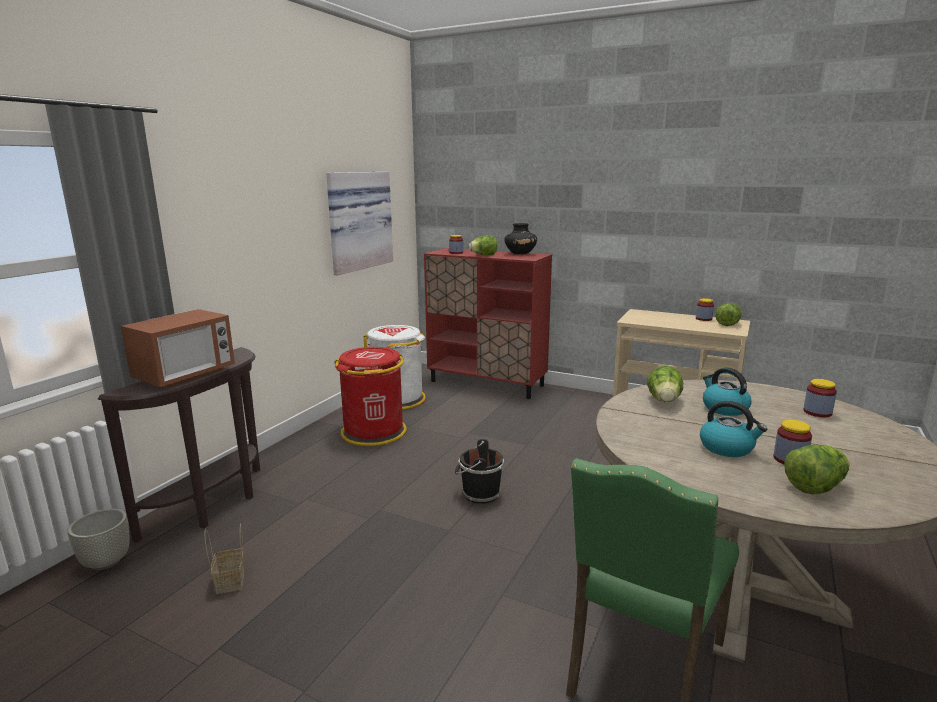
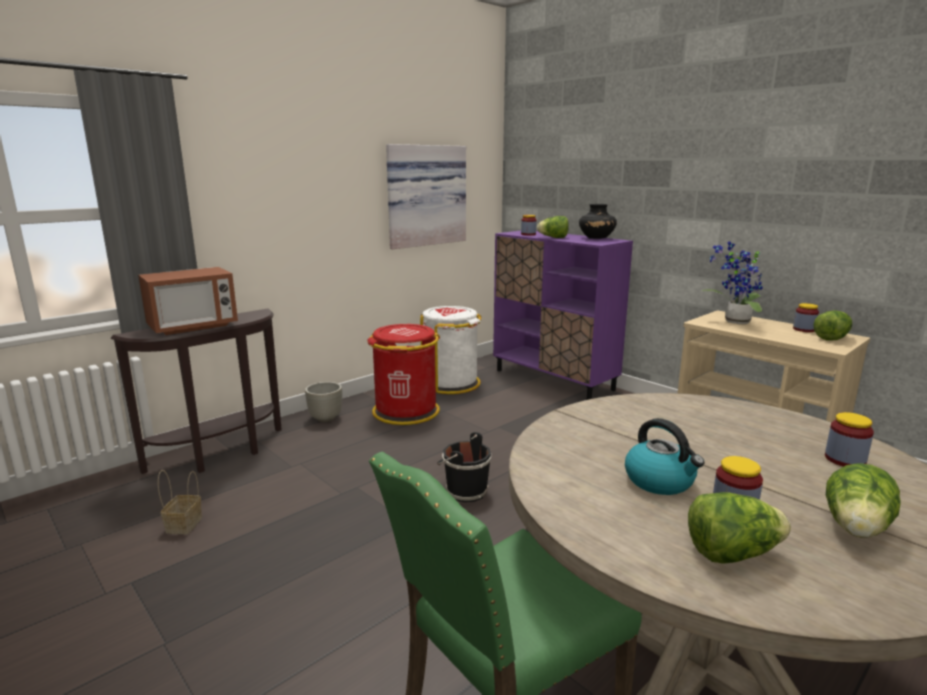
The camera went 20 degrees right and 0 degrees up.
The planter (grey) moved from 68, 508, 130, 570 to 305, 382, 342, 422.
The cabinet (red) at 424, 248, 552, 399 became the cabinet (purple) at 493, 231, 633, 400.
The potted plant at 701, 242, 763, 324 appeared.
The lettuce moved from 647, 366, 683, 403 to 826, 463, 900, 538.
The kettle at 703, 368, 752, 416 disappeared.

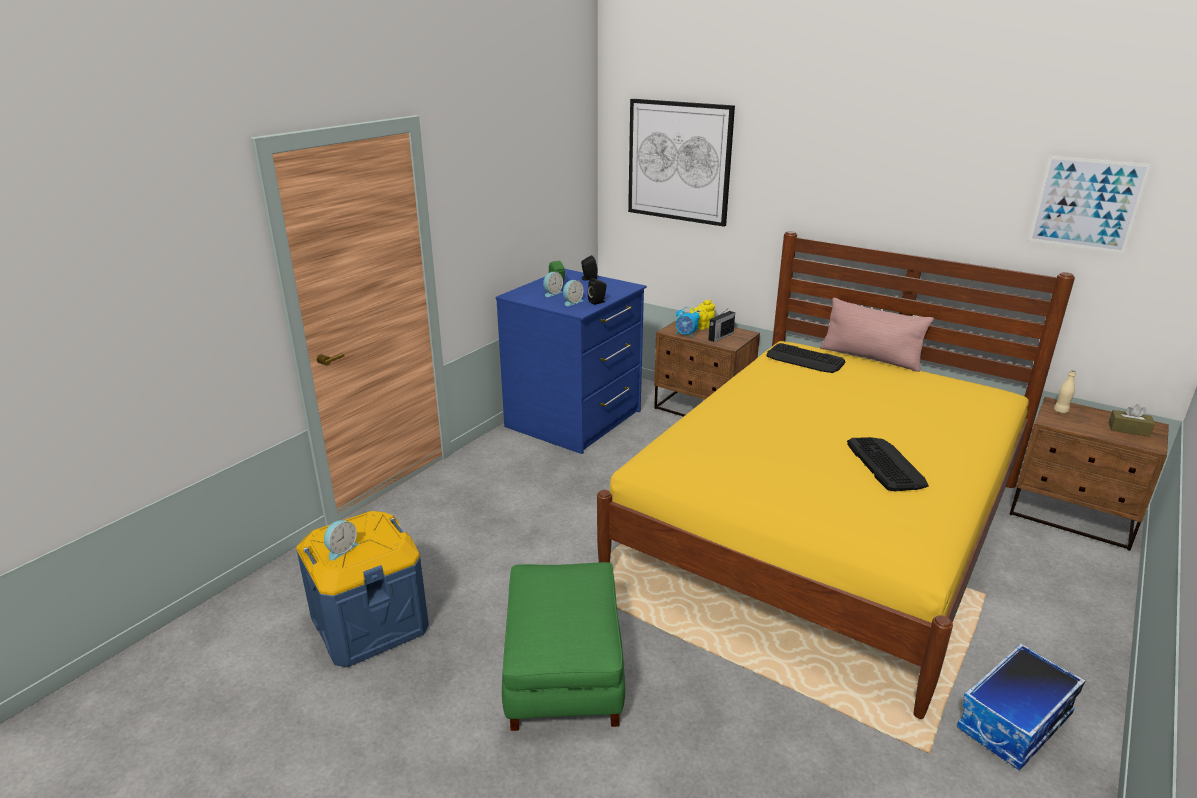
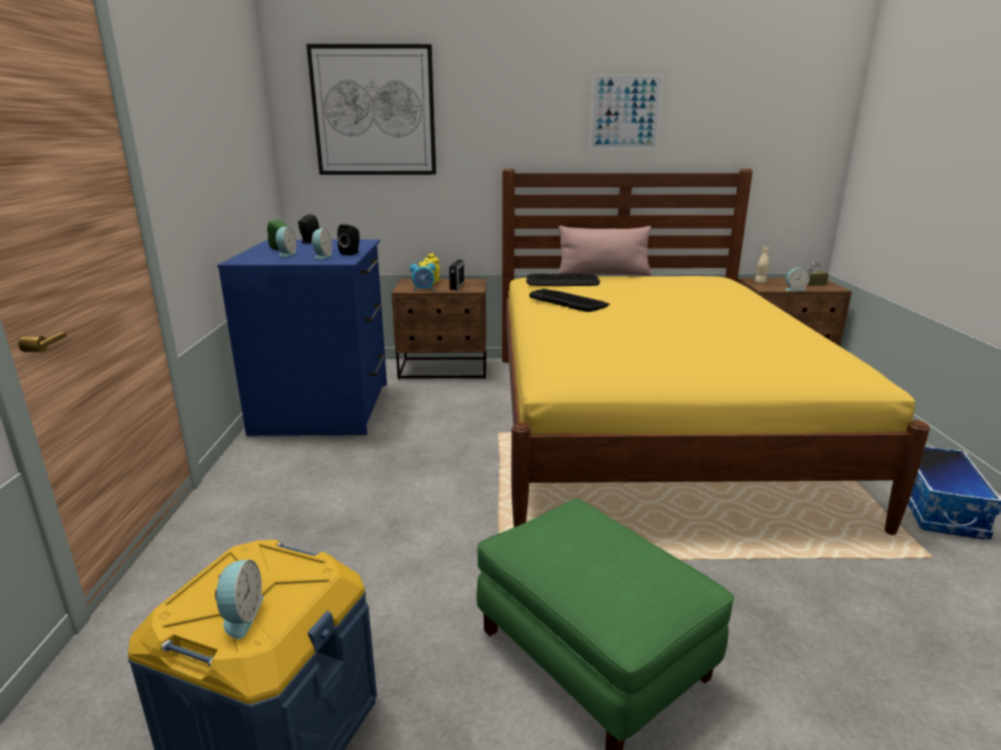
The camera went 35 degrees left and 5 degrees down.
The keyboard moved from 847, 437, 929, 491 to 529, 289, 610, 312.
The picture moved from 1028, 156, 1151, 254 to 589, 74, 664, 150.
The alarm clock at 785, 268, 810, 291 appeared.

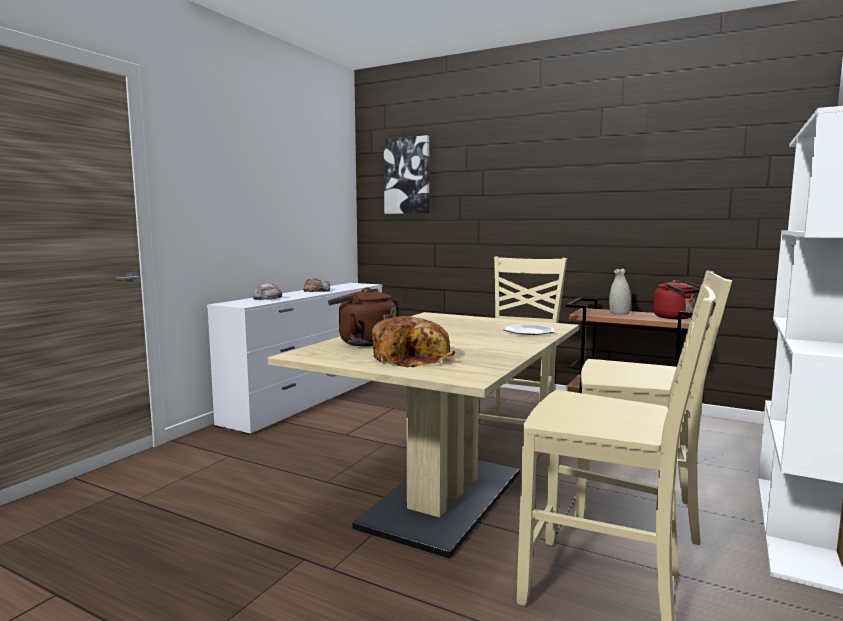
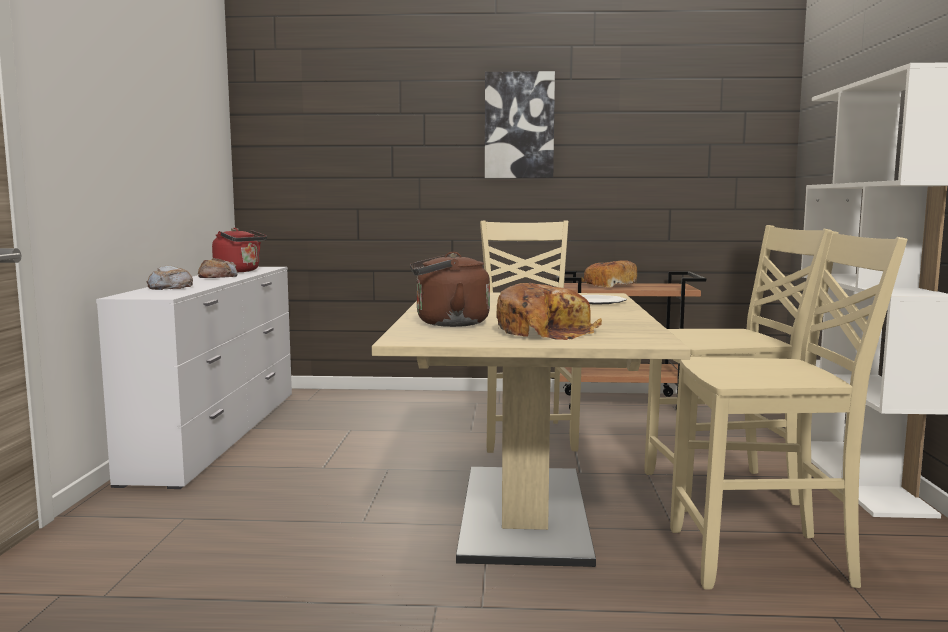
The camera went 25 degrees left and 0 degrees up.
The kettle (red) moved from 653, 280, 701, 319 to 212, 228, 267, 272.
The picture moved from 384, 135, 429, 214 to 485, 71, 555, 178.
The vase (white) at 609, 268, 631, 315 was replaced by the bread at 581, 260, 637, 287.

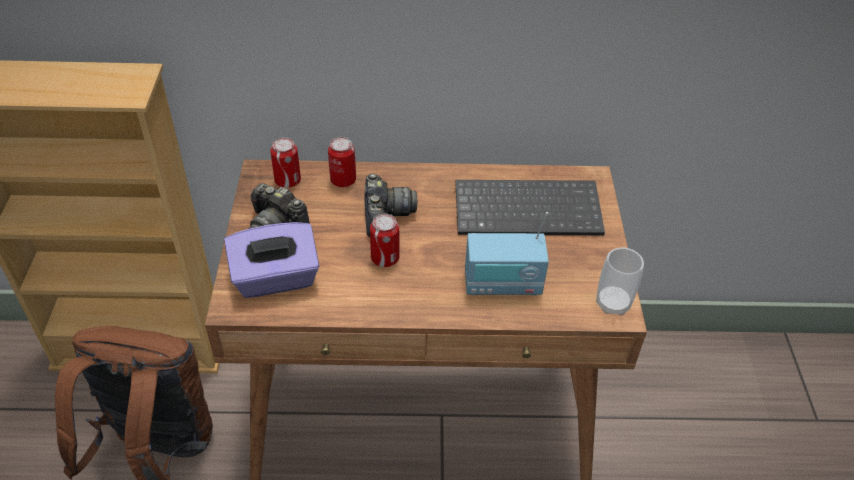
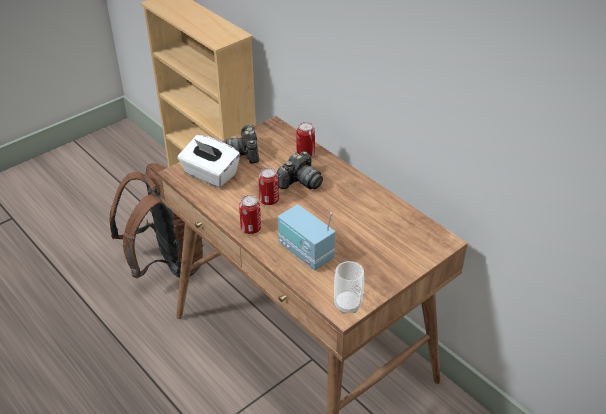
The camera went 50 degrees right and 5 degrees down.
The tissue box (purple) at 224, 222, 320, 298 became the tissue box (white) at 178, 135, 240, 188.
The can moved from 270, 137, 301, 188 to 239, 195, 261, 234.
The keyboard at 455, 180, 605, 235 disappeared.

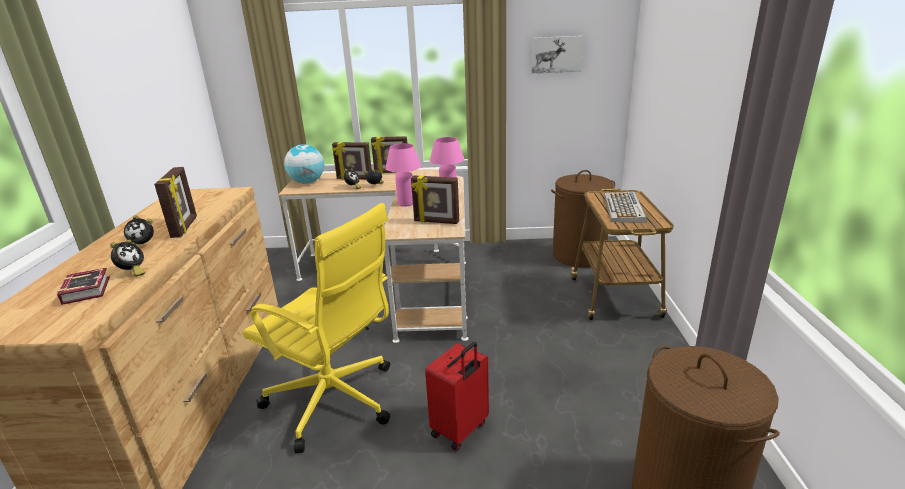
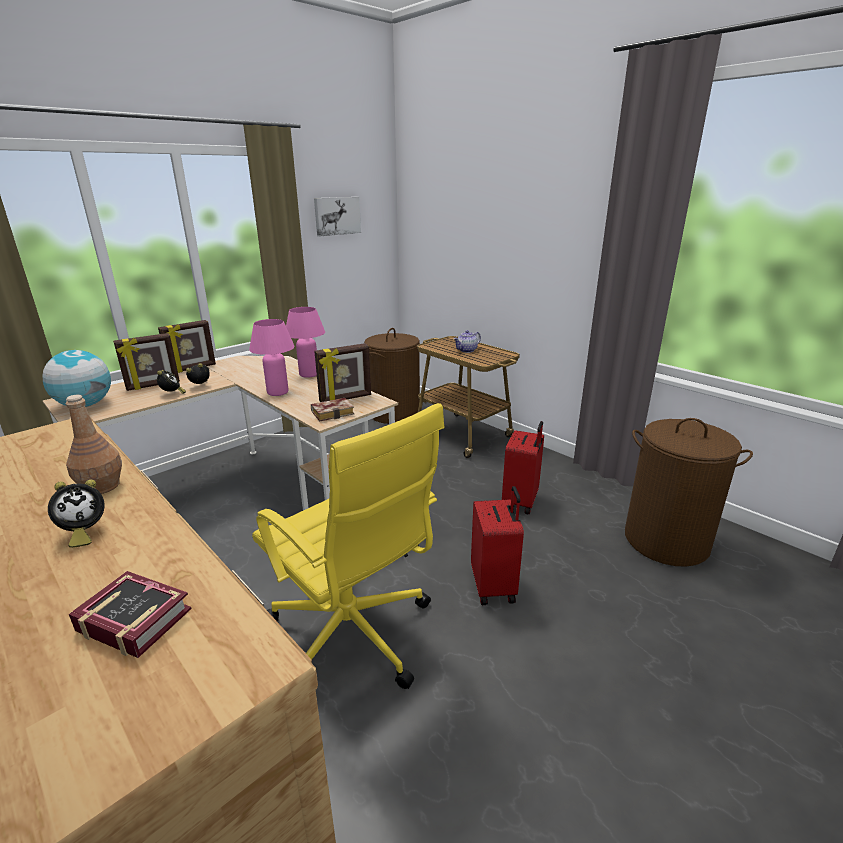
The camera went 45 degrees left and 0 degrees up.
The picture frame at 154, 167, 197, 238 was replaced by the bottle (brown) at 66, 395, 122, 494.
The office chair (yellow) at 242, 203, 390, 453 turned 60 degrees clockwise.
The book at 311, 398, 354, 421 appeared.
The keyboard at 604, 192, 647, 223 was replaced by the teapot at 454, 330, 481, 353.
The suitcase (red) at 502, 421, 544, 514 appeared.
The alarm clock at 110, 240, 146, 277 disappeared.

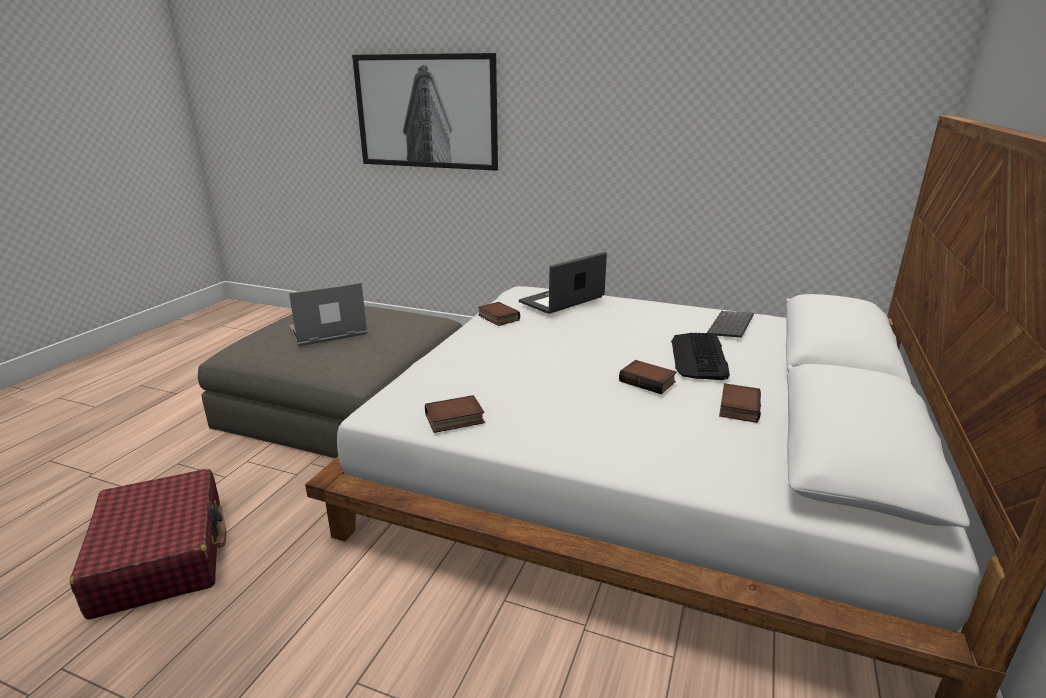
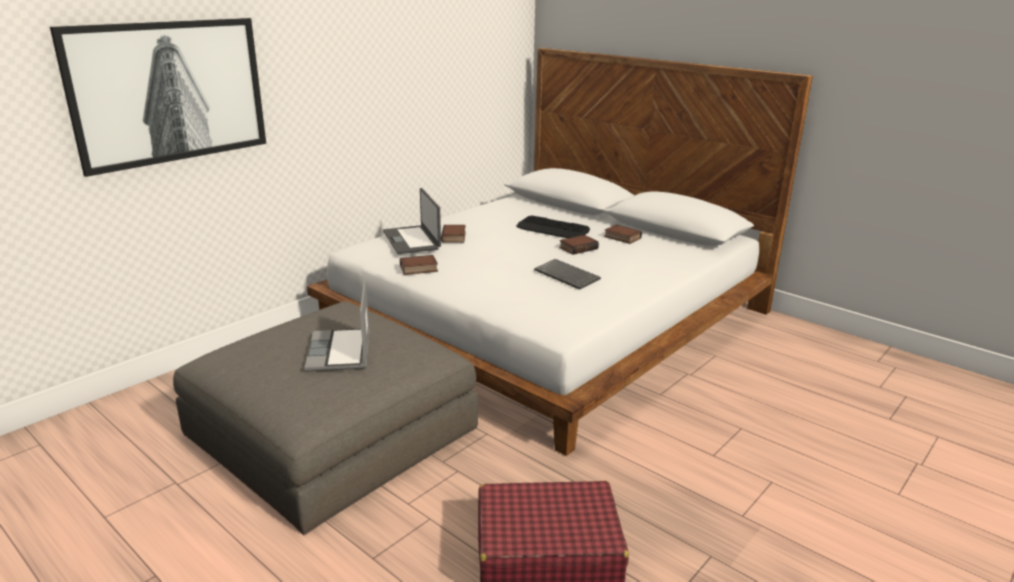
The camera went 70 degrees left and 0 degrees up.
The book moved from 425, 395, 485, 433 to 441, 225, 466, 243.
The keyboard moved from 707, 311, 754, 338 to 534, 259, 601, 290.

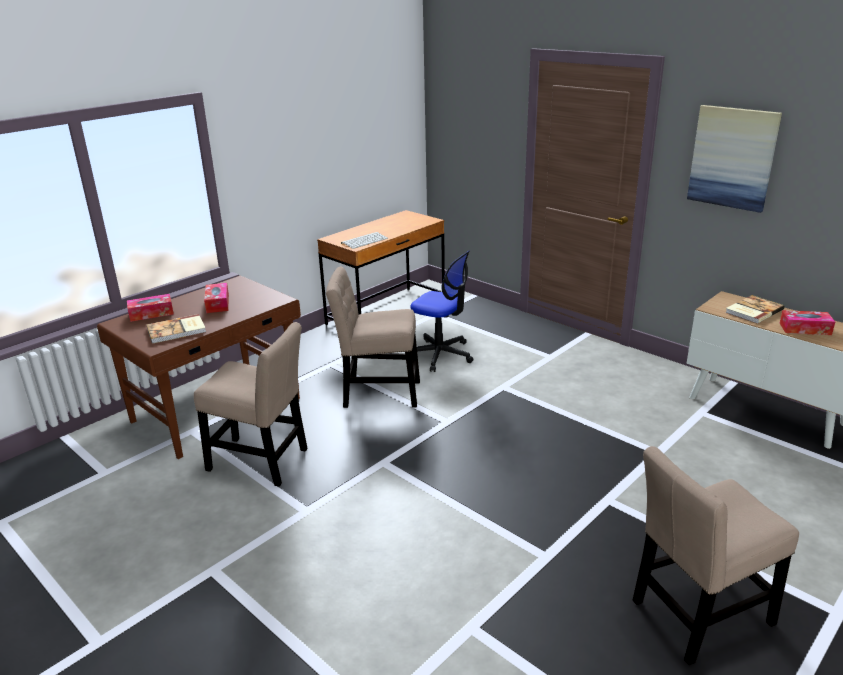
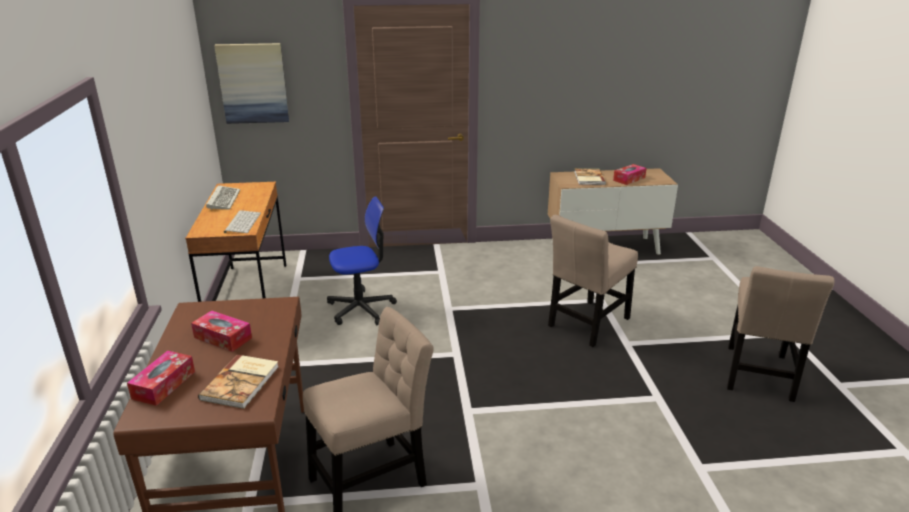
The camera went 50 degrees left and 0 degrees up.
The keyboard at 206, 185, 240, 210 appeared.
The picture moved from 687, 105, 782, 213 to 214, 43, 289, 124.
The chair (beige) moved from 326, 267, 420, 408 to 548, 215, 638, 347.

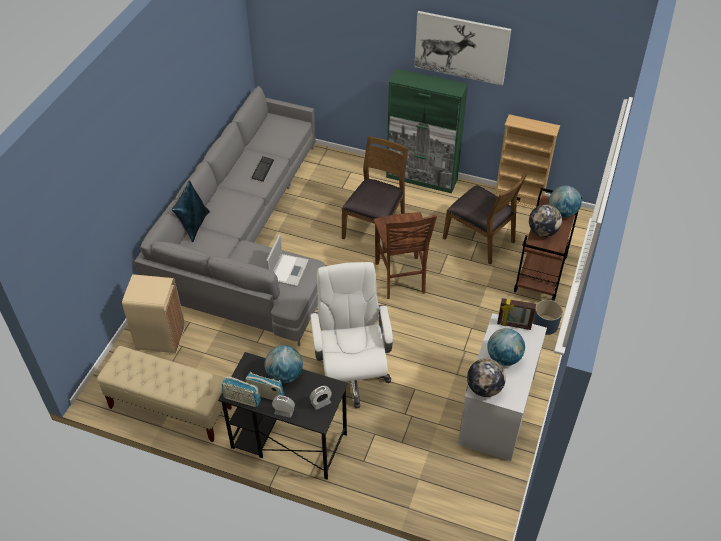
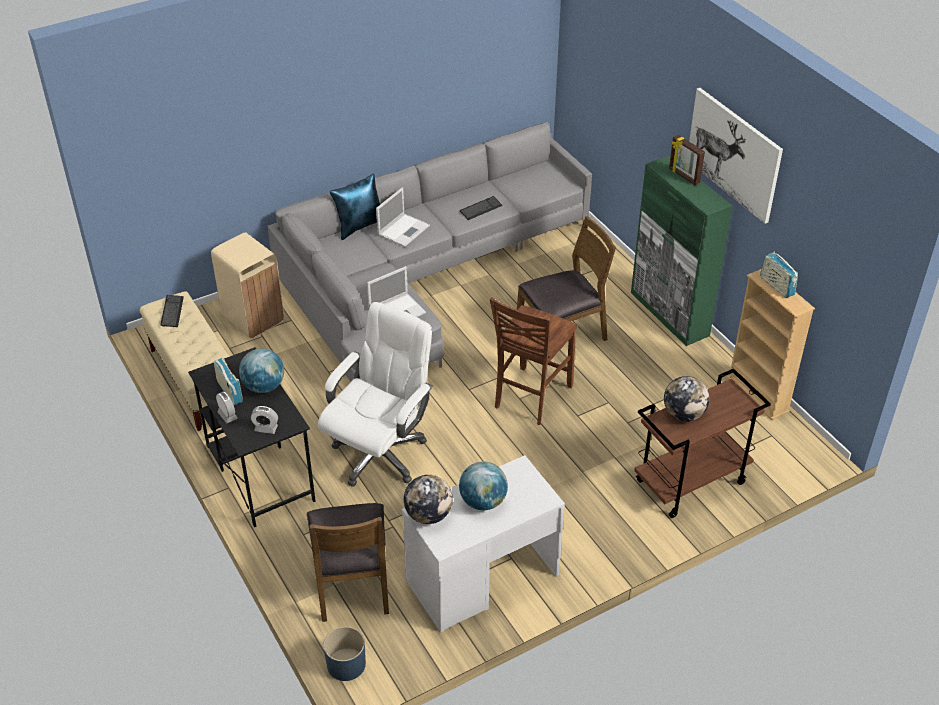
The camera went 40 degrees right and 5 degrees down.
The keyboard at 160, 295, 184, 327 appeared.
The chair (brown) moved from 443, 172, 527, 265 to 307, 503, 389, 622.
The planter (blue) moved from 533, 300, 563, 335 to 323, 626, 366, 681.
The laptop at 376, 187, 430, 247 appeared.
The picture frame moved from 497, 298, 536, 330 to 669, 135, 705, 186.
The radio moved from 222, 377, 261, 407 to 760, 252, 798, 298.
The globe at 549, 186, 582, 218 disappeared.

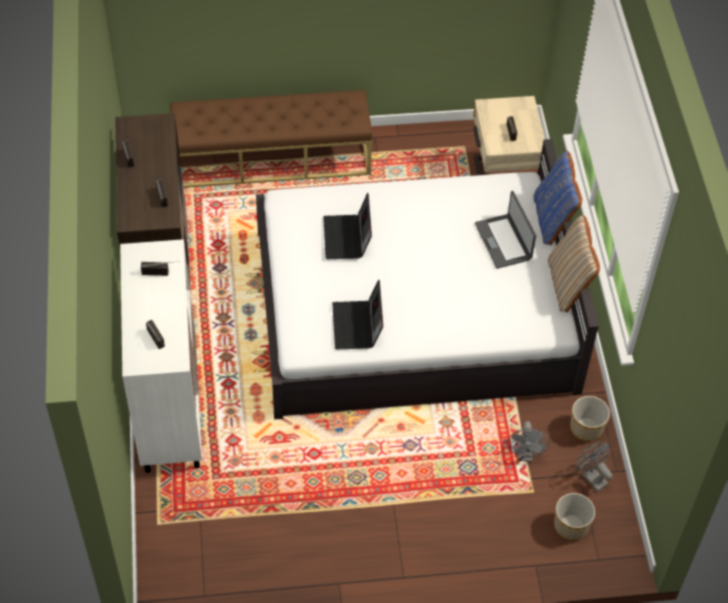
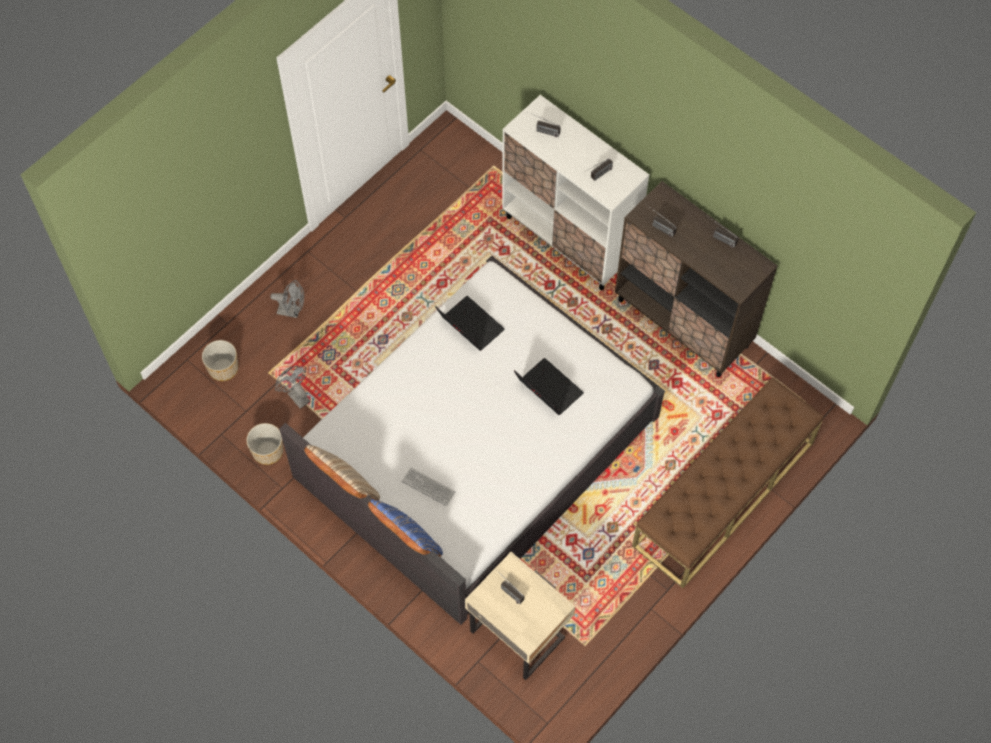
The camera went 140 degrees right and 10 degrees up.
The fan (grey) moved from 577, 442, 613, 492 to 270, 280, 304, 318.
The laptop at 475, 191, 536, 269 was replaced by the keyboard at 402, 468, 456, 506.

